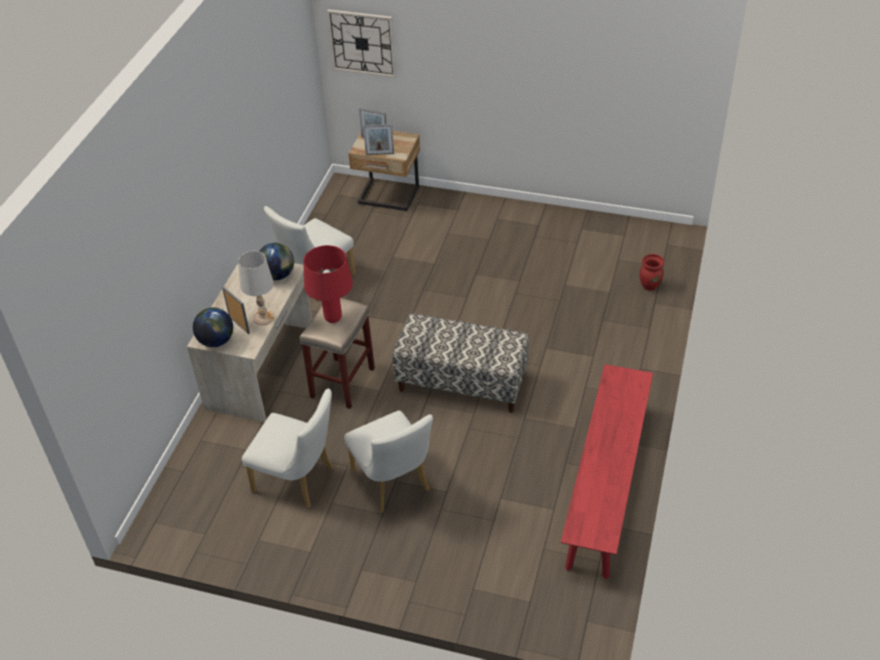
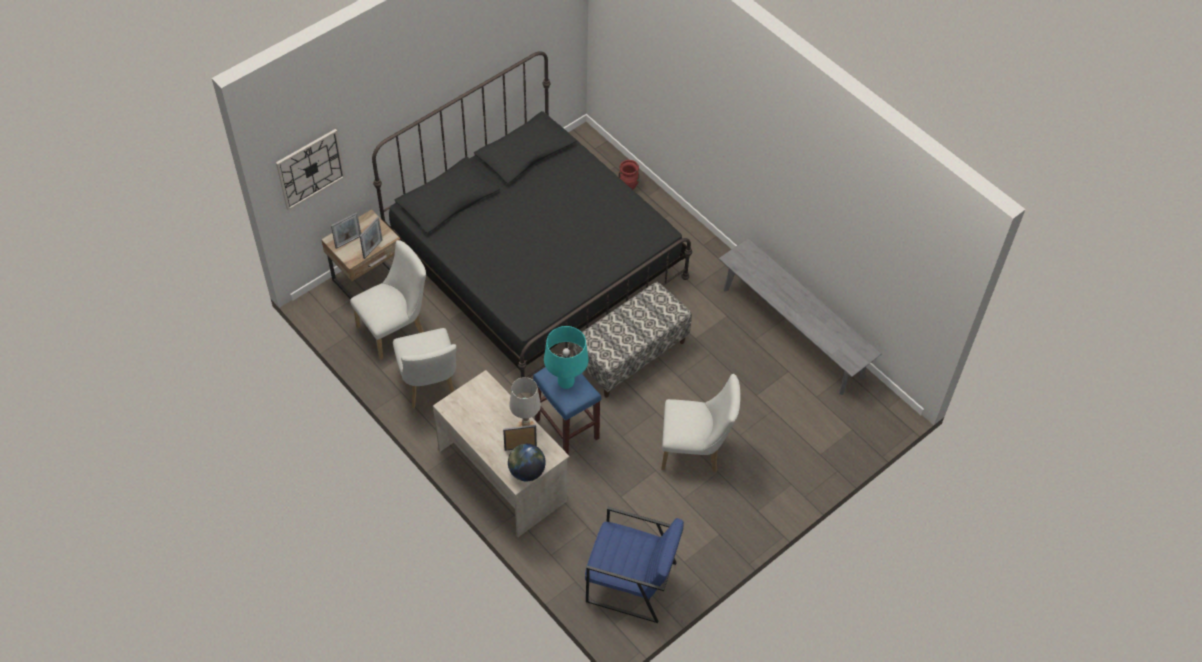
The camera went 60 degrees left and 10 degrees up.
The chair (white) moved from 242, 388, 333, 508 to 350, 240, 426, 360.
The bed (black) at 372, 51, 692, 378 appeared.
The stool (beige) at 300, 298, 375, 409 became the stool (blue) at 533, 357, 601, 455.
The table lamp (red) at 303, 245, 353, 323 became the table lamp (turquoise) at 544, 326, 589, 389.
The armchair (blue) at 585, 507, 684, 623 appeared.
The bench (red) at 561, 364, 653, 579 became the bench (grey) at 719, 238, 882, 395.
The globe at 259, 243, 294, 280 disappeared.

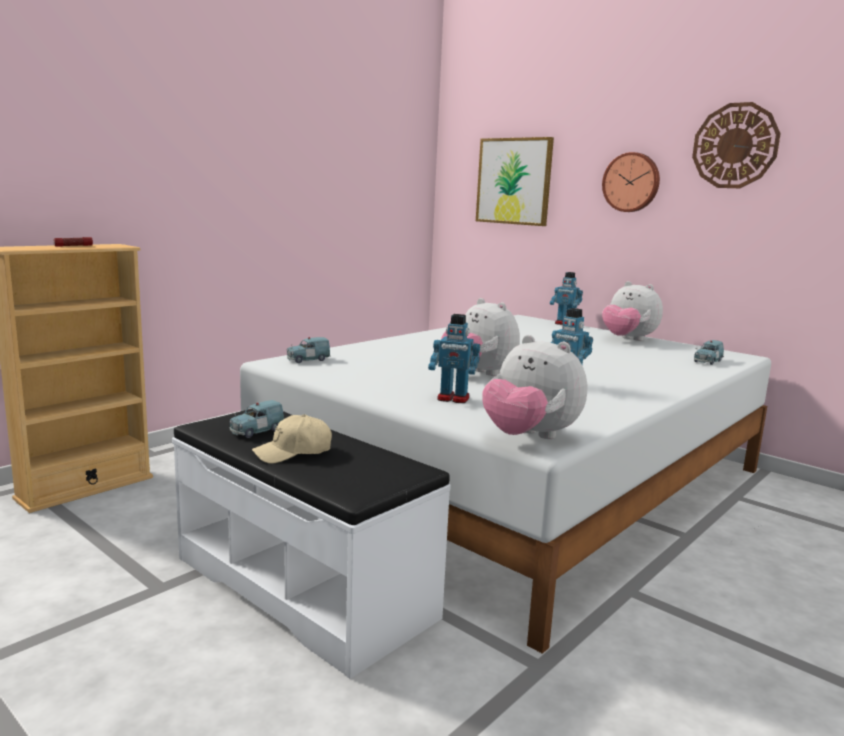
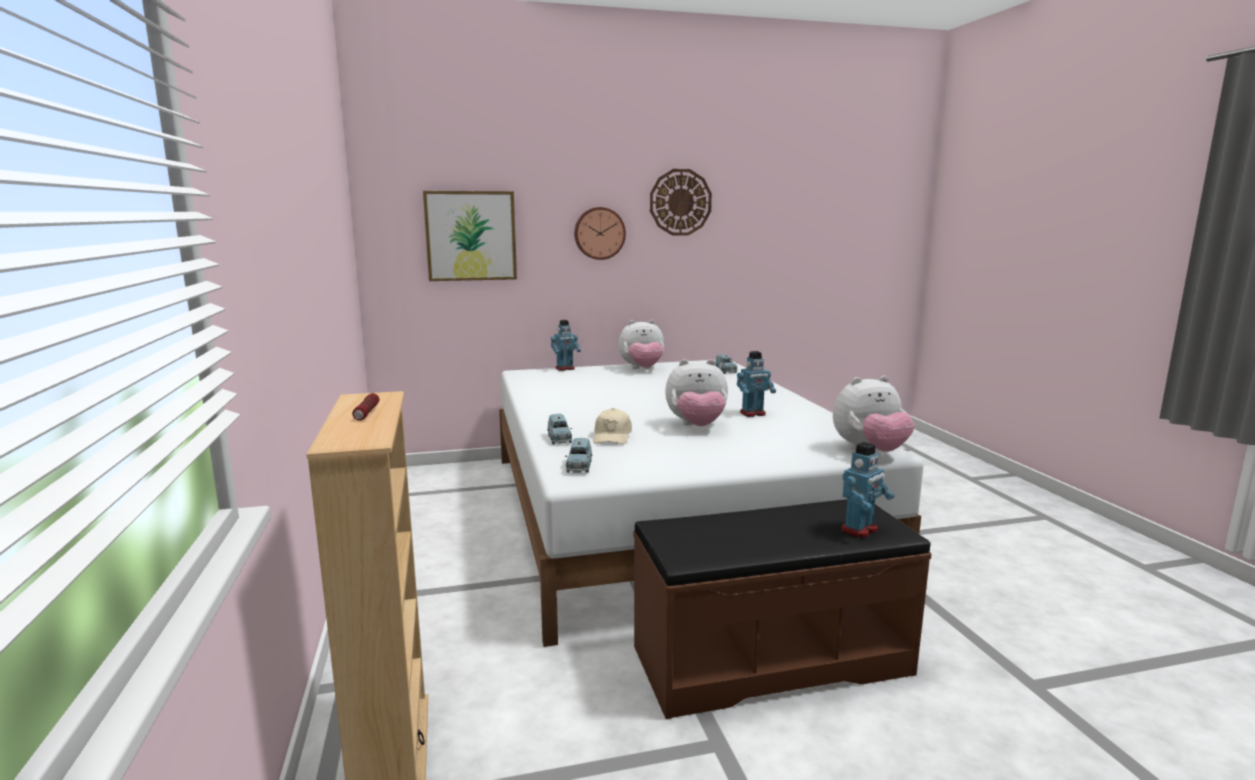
The camera went 55 degrees left and 0 degrees up.
The toy car (blue) moved from 229, 400, 284, 438 to 547, 414, 572, 444.
The cap (beige) moved from 252, 414, 332, 463 to 593, 408, 632, 444.
The bench (white) at 172, 408, 451, 679 became the bench (brown) at 633, 499, 932, 719.
The toy robot moved from 428, 314, 480, 403 to 841, 442, 894, 538.

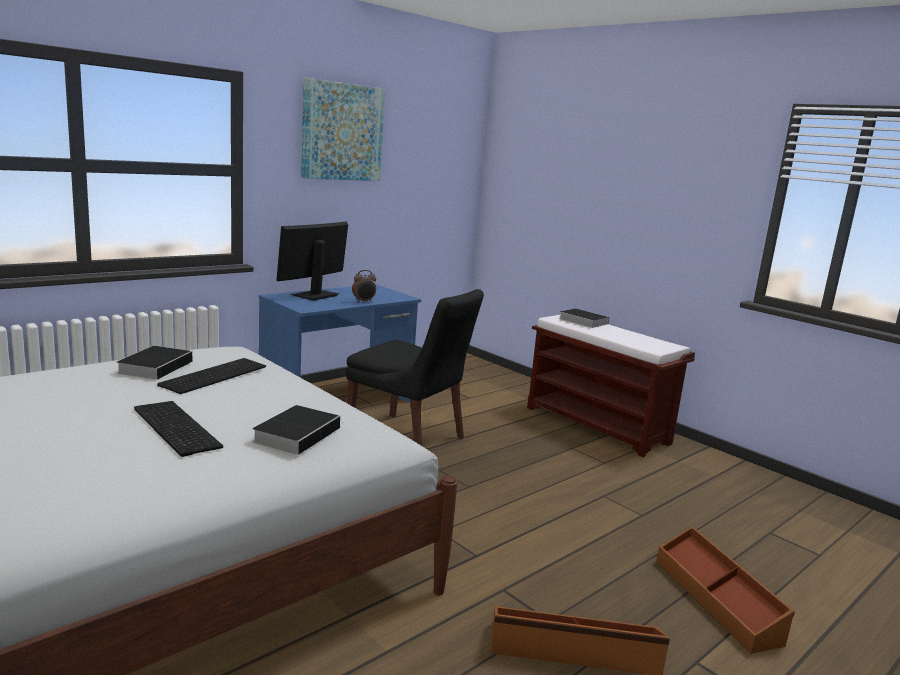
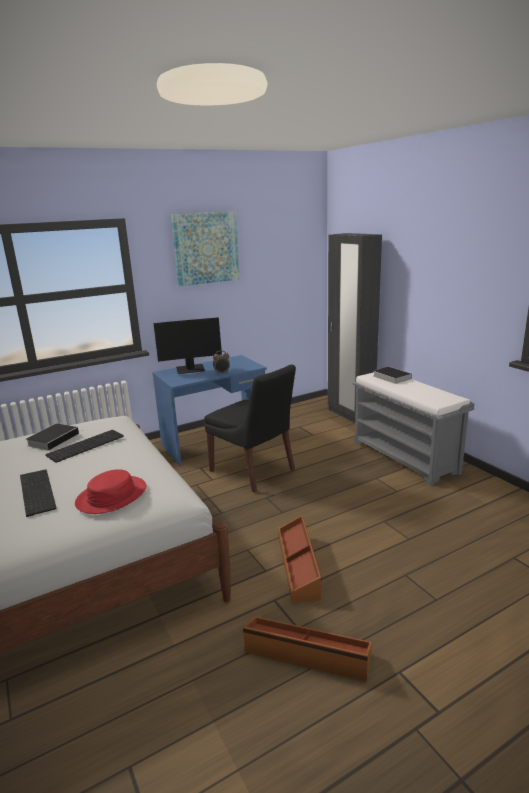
The camera went 15 degrees right and 5 degrees up.
The book at 252, 405, 344, 455 was replaced by the hat (red) at 75, 469, 146, 514.
The monitor at 276, 221, 348, 301 turned 150 degrees counterclockwise.
The storage box (brown) moved from 656, 526, 795, 654 to 278, 516, 321, 603.
The wardrobe (black) at 328, 233, 382, 423 appeared.
The bench (brown) at 527, 314, 695, 457 became the bench (grey) at 352, 372, 474, 486.

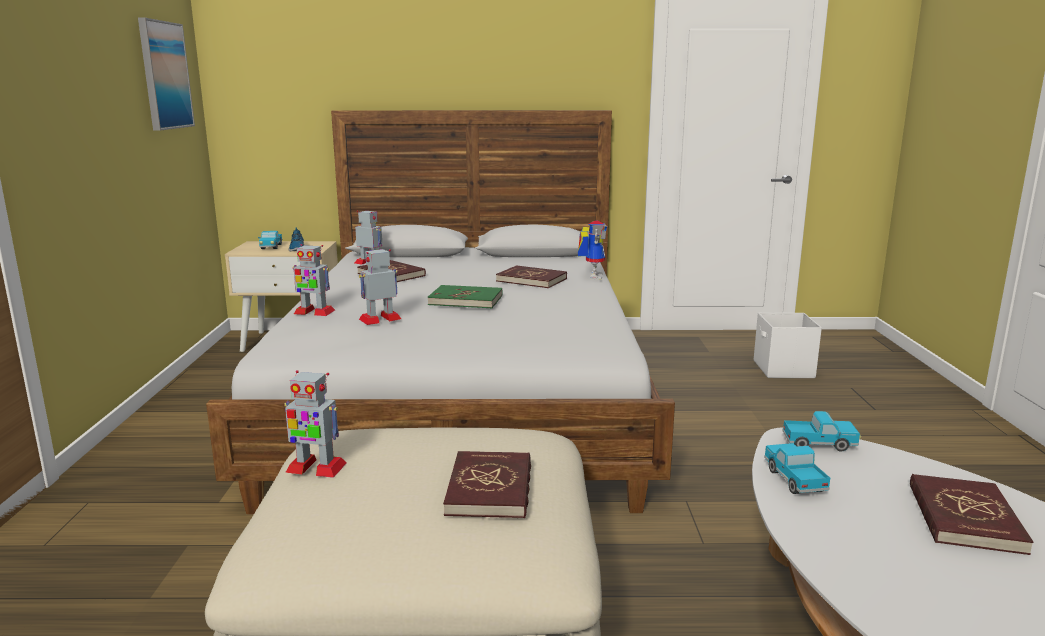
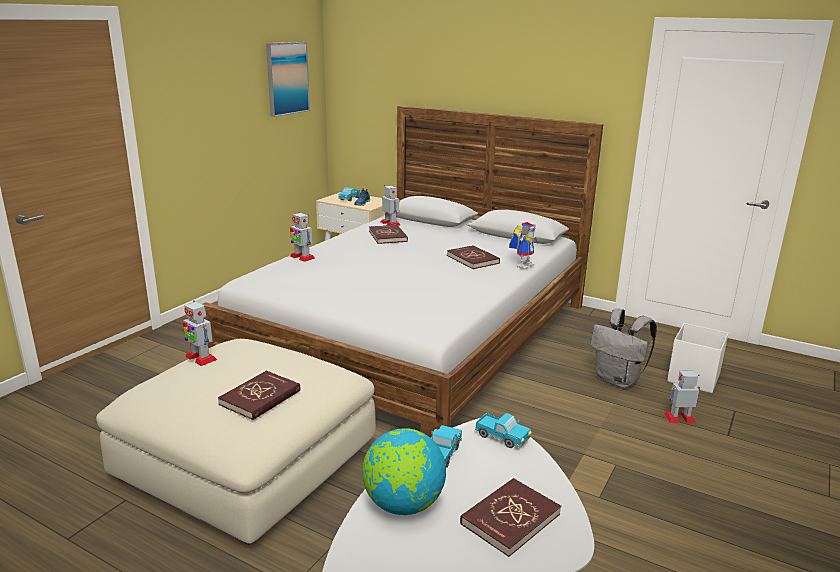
The camera went 30 degrees right and 5 degrees up.
The globe at 362, 428, 446, 515 appeared.
The backpack (grey) at 591, 309, 657, 388 appeared.
The toy robot moved from 359, 249, 401, 325 to 664, 371, 701, 423.
The book (green) at 427, 285, 502, 308 disappeared.

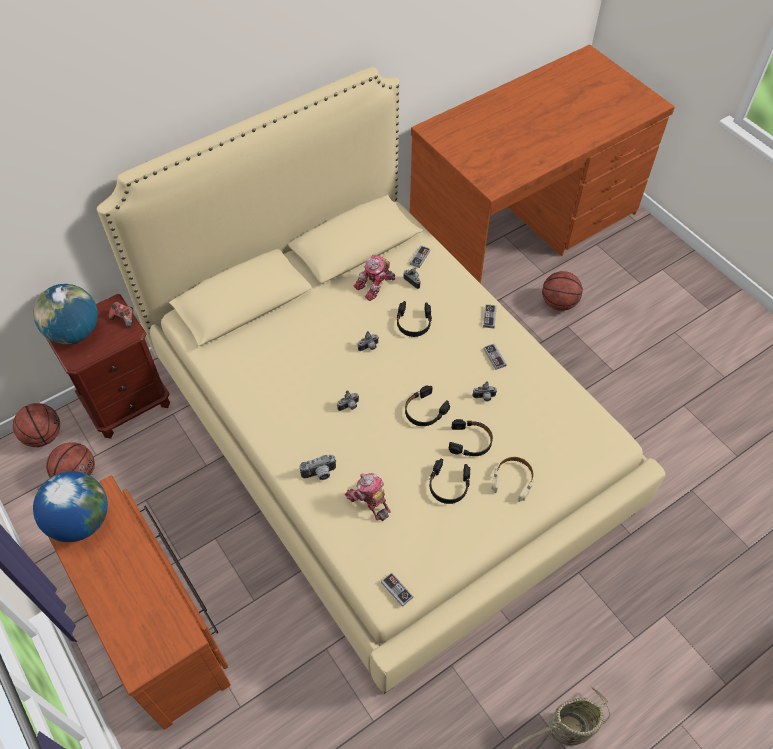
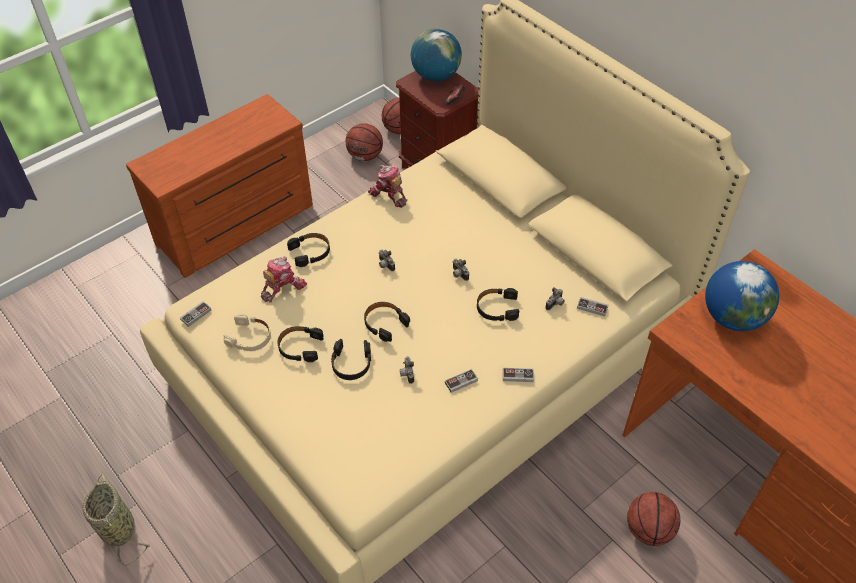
The camera went 85 degrees right and 5 degrees down.
The headphones (beige) moved from 491, 456, 534, 502 to 224, 314, 271, 351.
The photo camera at 300, 455, 336, 480 was replaced by the headphones (black) at 287, 233, 330, 267.
The toy robot moved from 354, 255, 395, 301 to 368, 165, 407, 208.
The globe moved from 33, 471, 108, 542 to 705, 261, 779, 331.

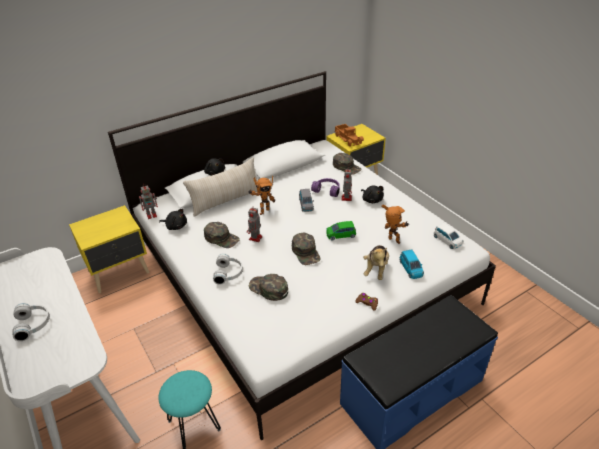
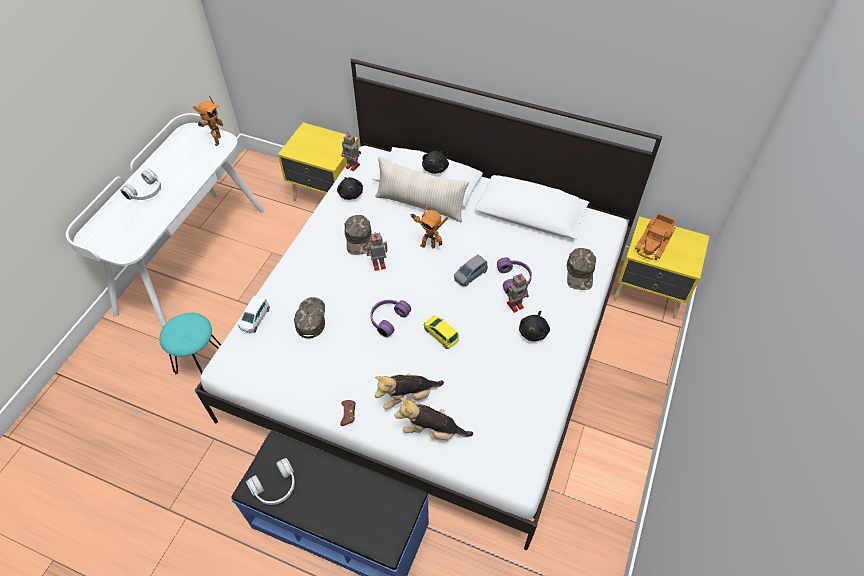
The camera went 55 degrees right and 15 degrees up.
The toy robot moved from 381, 204, 409, 244 to 193, 95, 223, 146.
The toy car (white) moved from 434, 223, 463, 249 to 238, 296, 270, 334.
The headphones (white) moved from 213, 253, 243, 285 to 246, 458, 295, 505.
The cap (green) at 292, 232, 321, 265 was replaced by the headphones (purple) at 370, 300, 411, 337.
The toy car (blue) at 400, 249, 424, 279 was replaced by the plush toy at 394, 398, 473, 440.
The toy car (green) at 326, 221, 356, 240 became the toy car (yellow) at 423, 316, 459, 349.

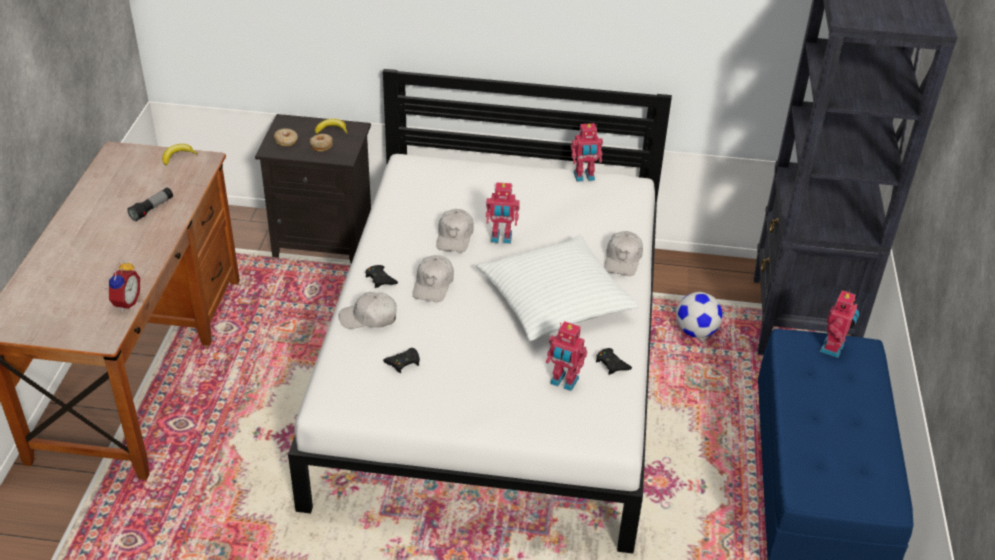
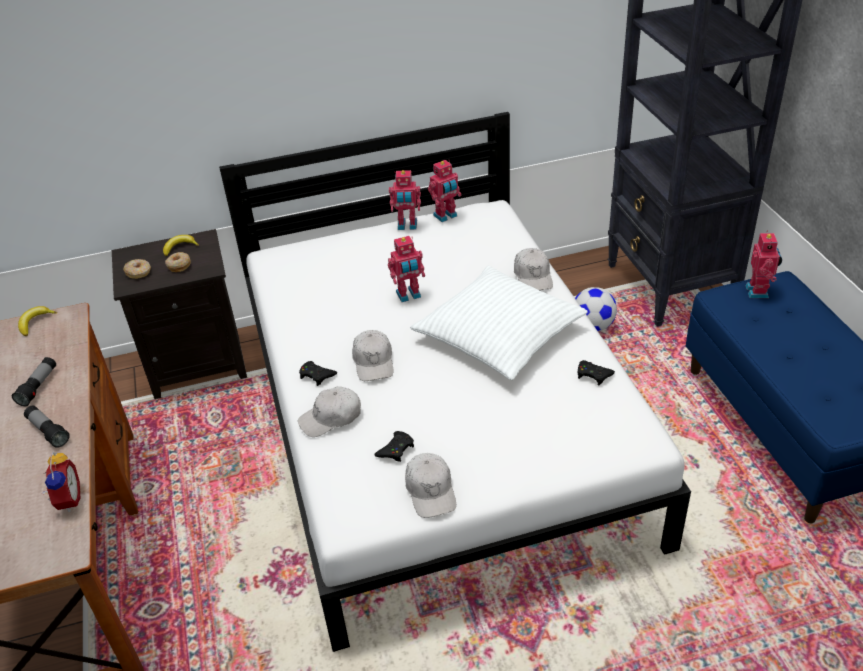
The camera went 20 degrees left and 0 degrees up.
The flashlight at 24, 406, 70, 448 appeared.
The toy robot moved from 546, 321, 587, 391 to 389, 170, 421, 230.
The cap (white) moved from 436, 209, 474, 252 to 405, 453, 456, 518.

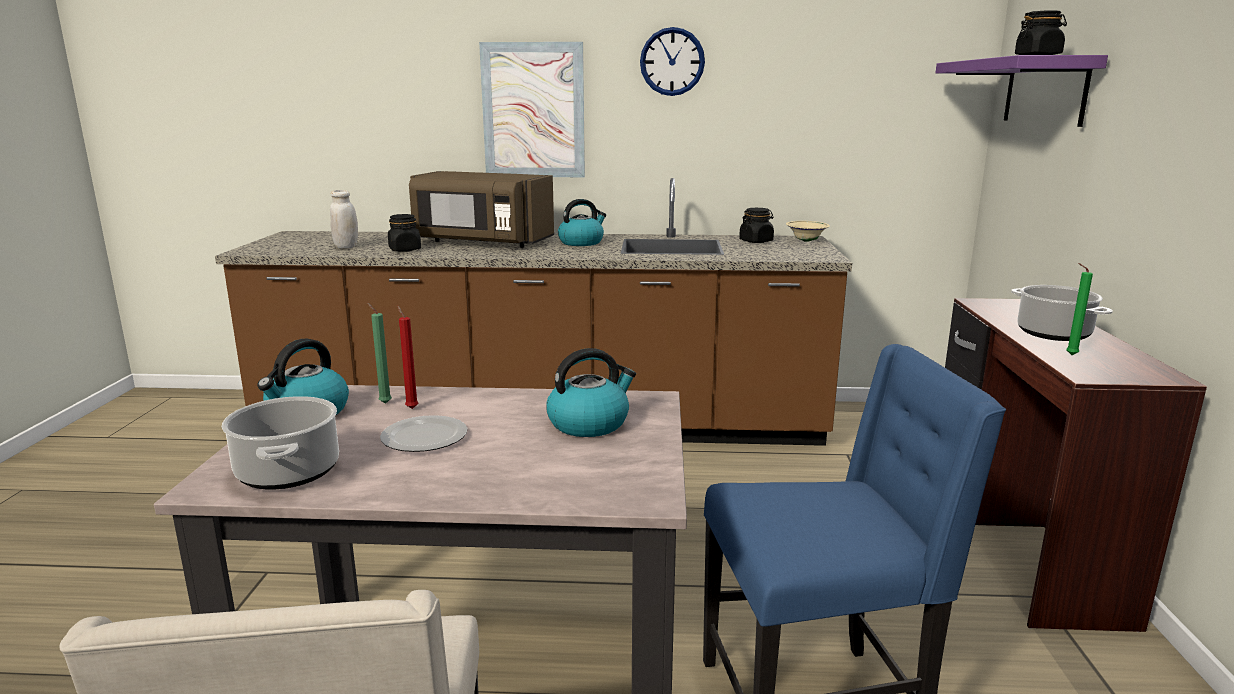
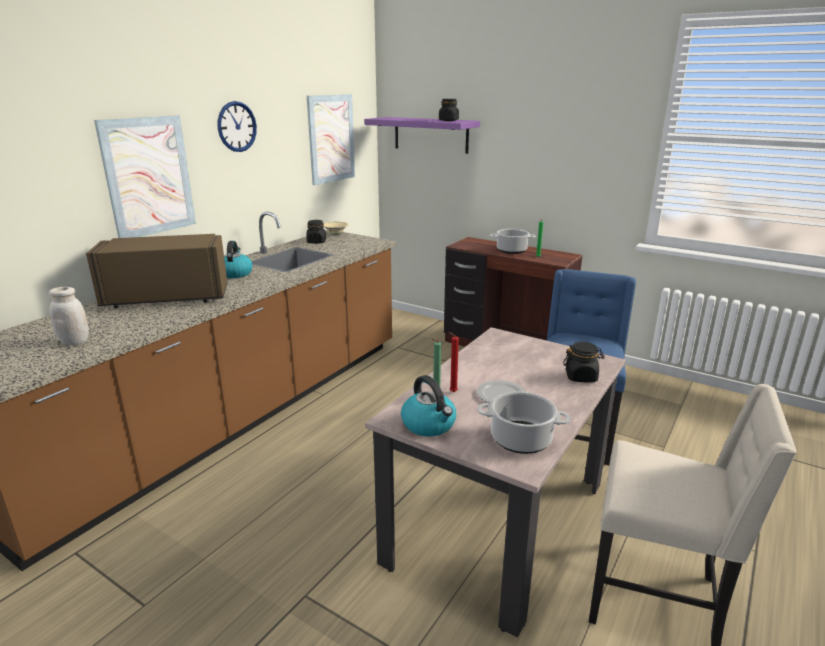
The camera went 60 degrees left and 5 degrees up.
The microwave (brown) at 409, 171, 554, 248 turned 150 degrees counterclockwise.
The picture at 307, 94, 355, 185 appeared.
The jar (black) moved from 388, 214, 421, 252 to 563, 342, 605, 382.
The kettle at 546, 348, 636, 437 disappeared.

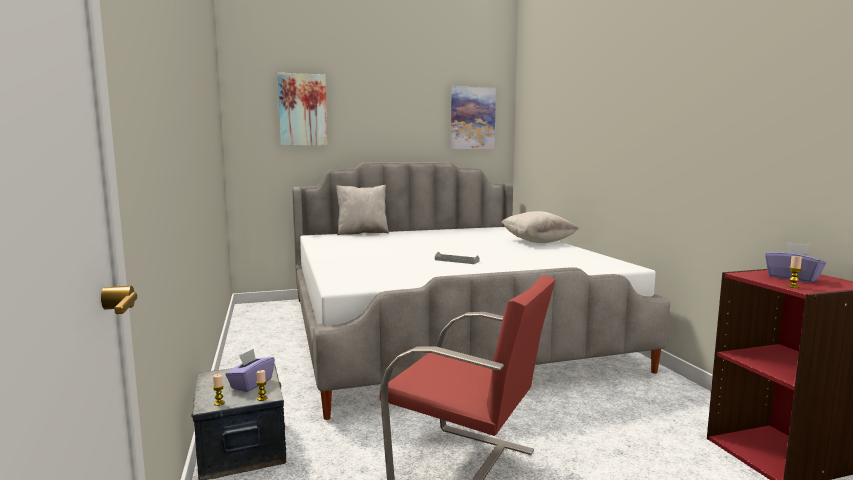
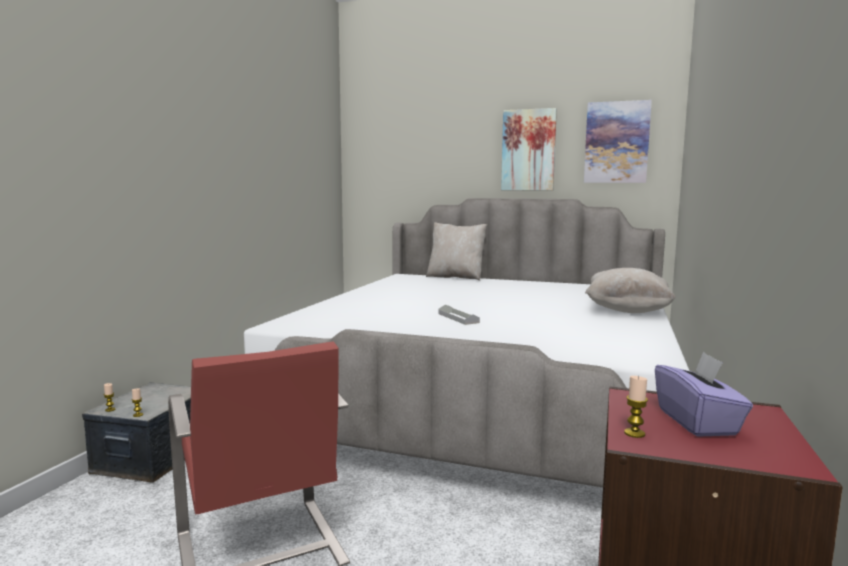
The camera went 35 degrees right and 0 degrees up.
The picture moved from 277, 73, 327, 146 to 501, 108, 557, 191.
The tissue box (purple) at 225, 349, 275, 392 disappeared.

